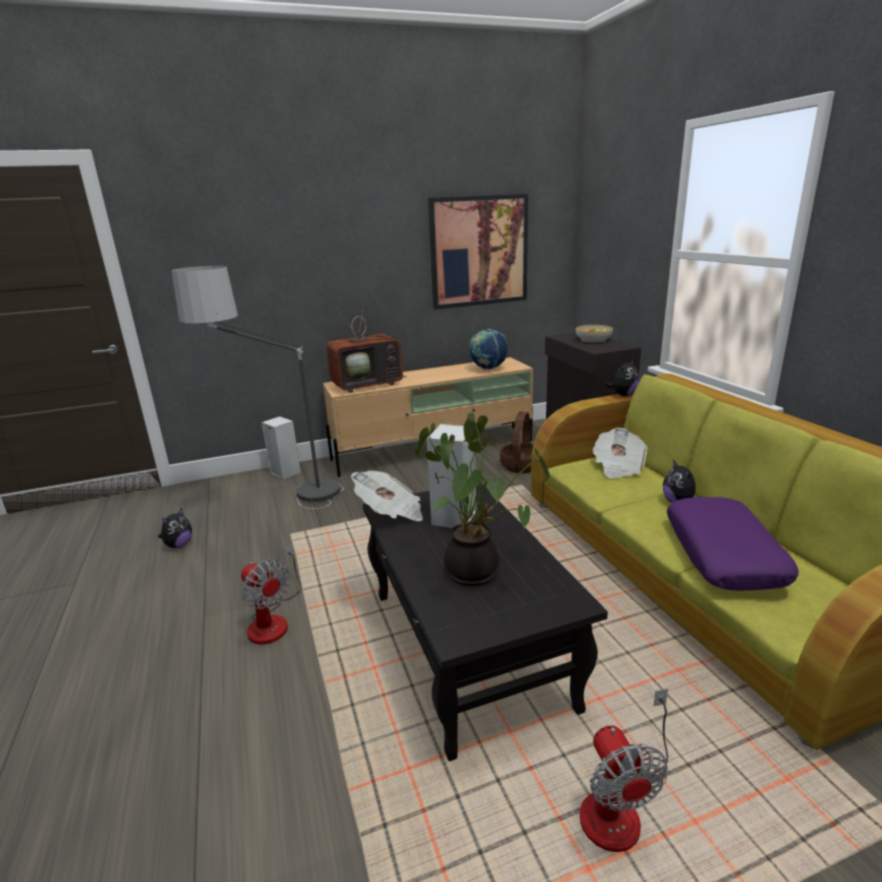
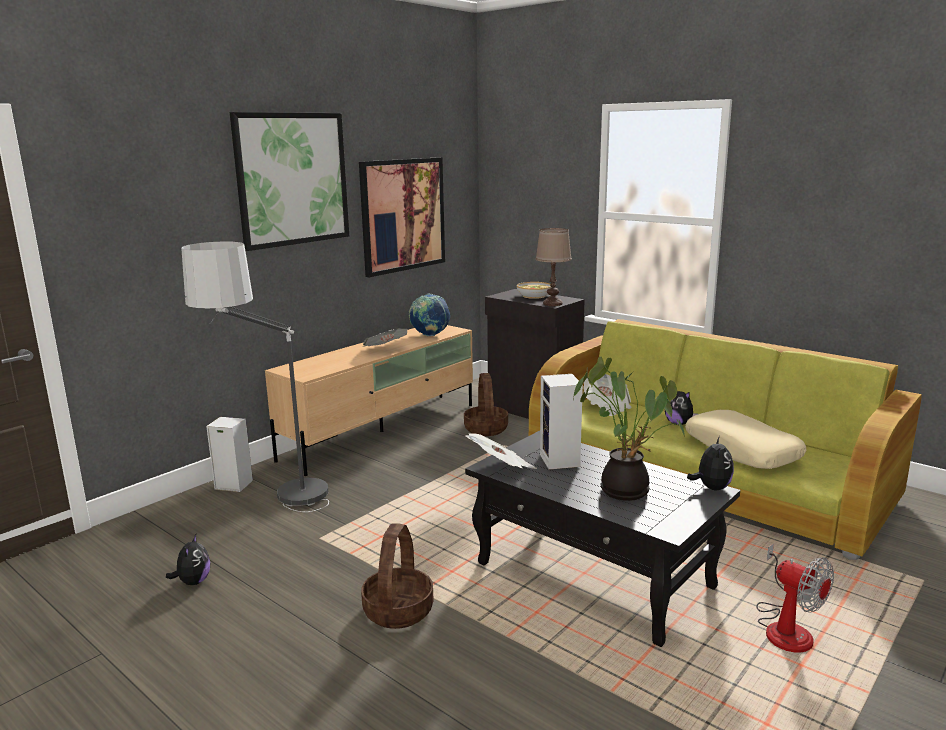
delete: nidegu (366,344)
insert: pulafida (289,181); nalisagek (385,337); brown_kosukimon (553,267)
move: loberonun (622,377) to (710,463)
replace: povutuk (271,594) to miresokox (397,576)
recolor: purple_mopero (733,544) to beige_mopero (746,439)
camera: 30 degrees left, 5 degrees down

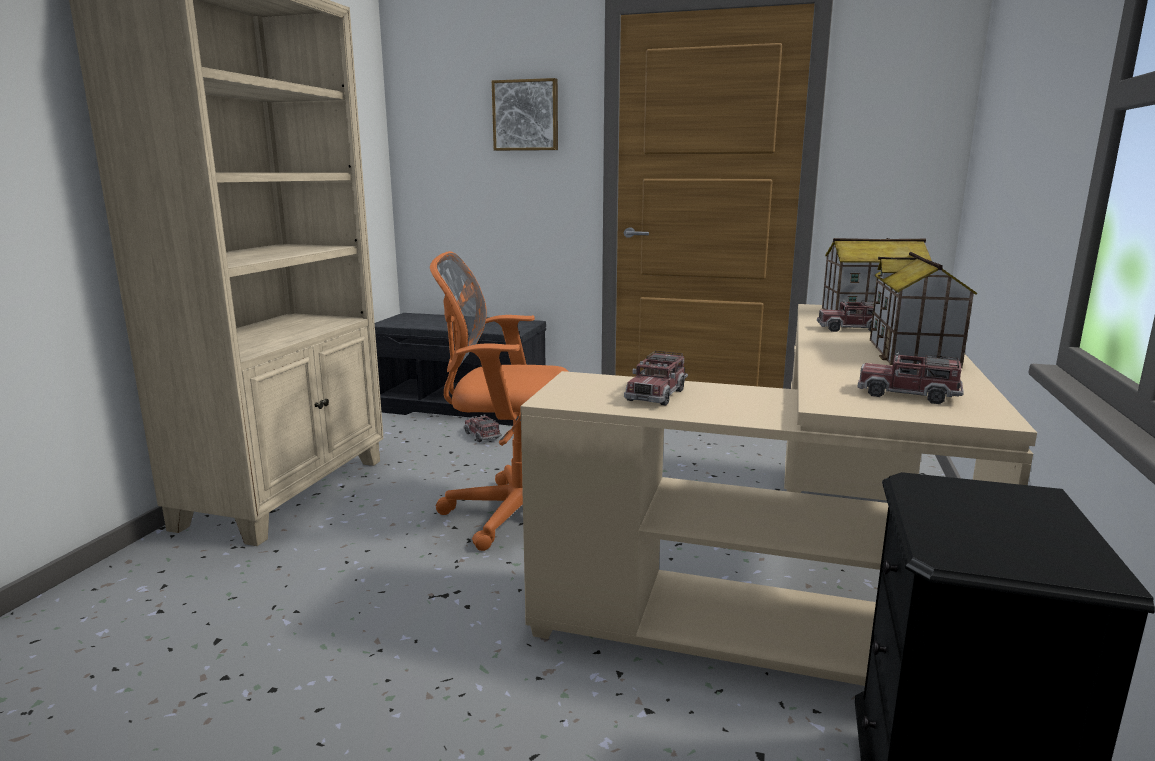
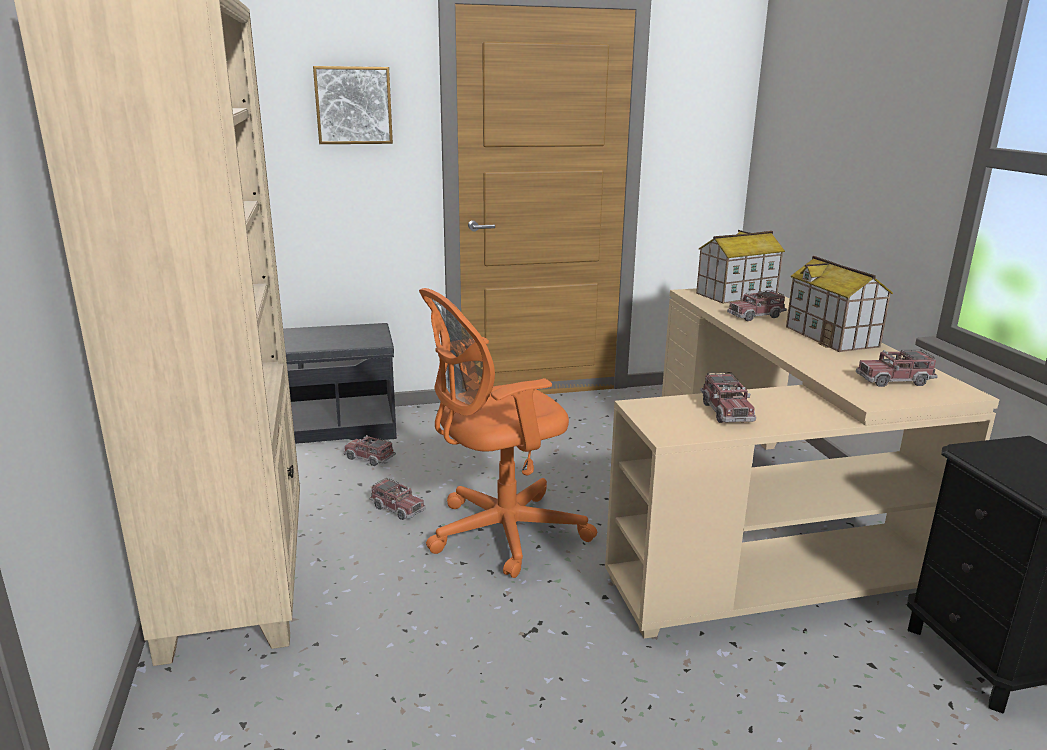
insert: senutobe (397,499)
camera: 30 degrees left, 5 degrees up

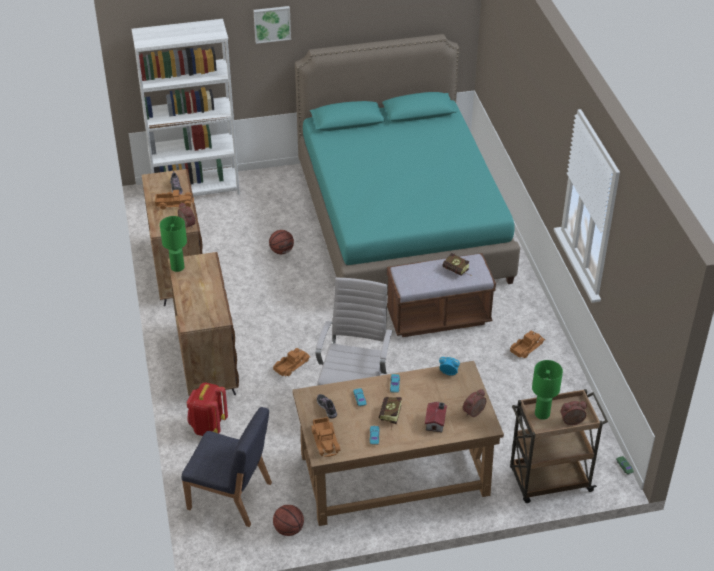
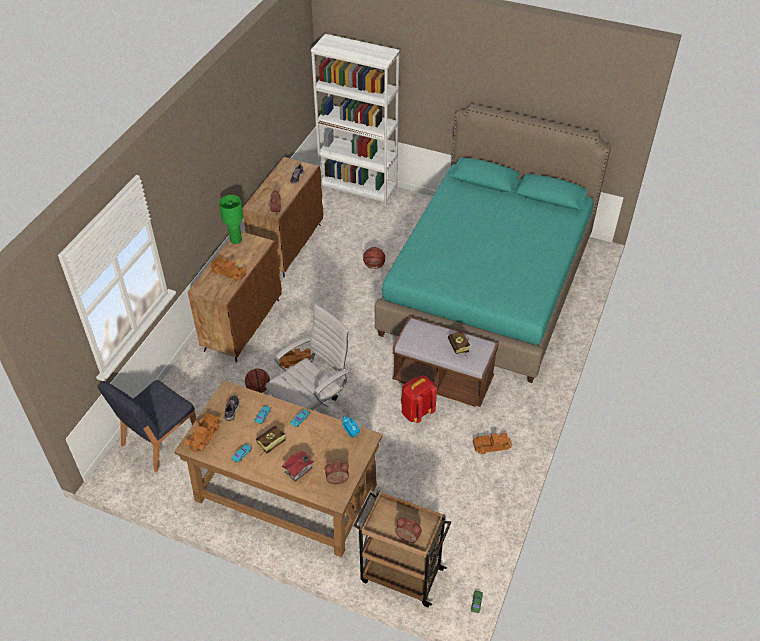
delete: pulafida (272,25); green_kosukimon (547,390)
move: senutobe (174,199) to (228,269); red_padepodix (207,409) to (419,399); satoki (288,520) to (257,380)
rotate: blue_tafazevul (226,467) = (147,426) 75 degrees clockwise
camera: 35 degrees right, 5 degrees up

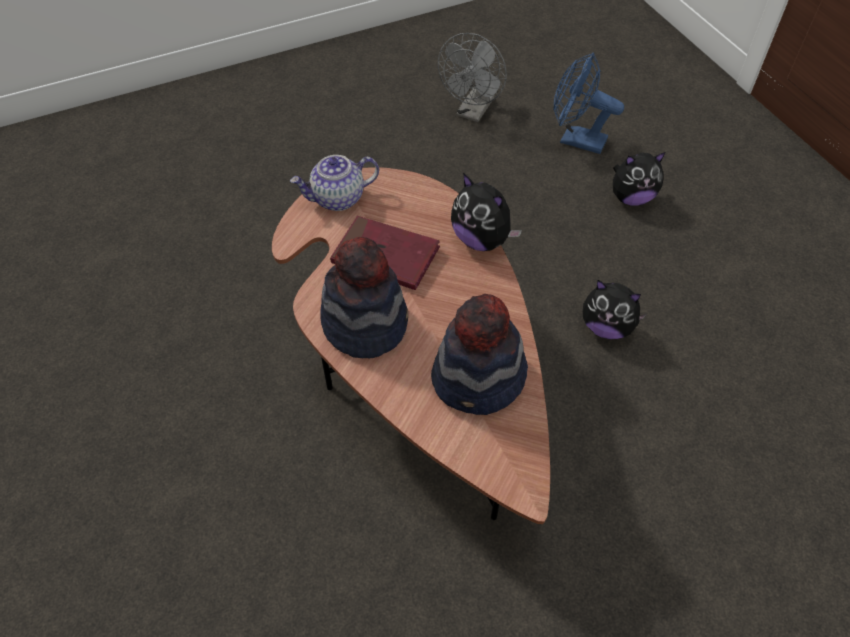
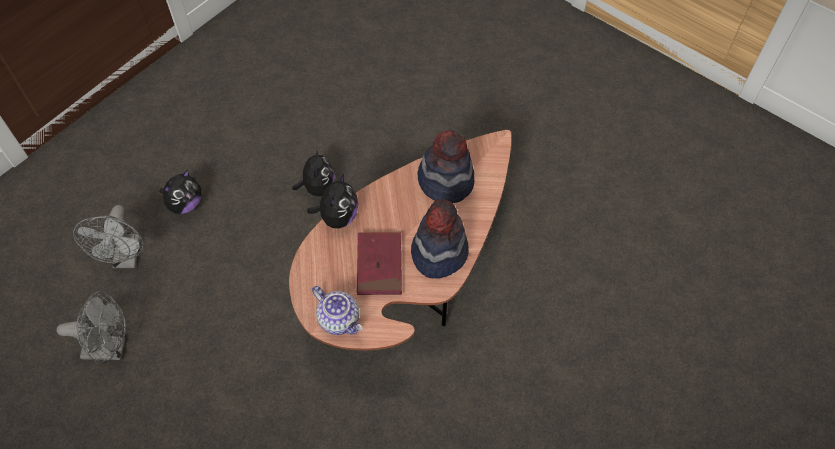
recolor: blue_povutuk (588,103) to grey_povutuk (108,236)
rotate: loberonun (639,179) = (180,191) 75 degrees clockwise
camera: 115 degrees left, 5 degrees up

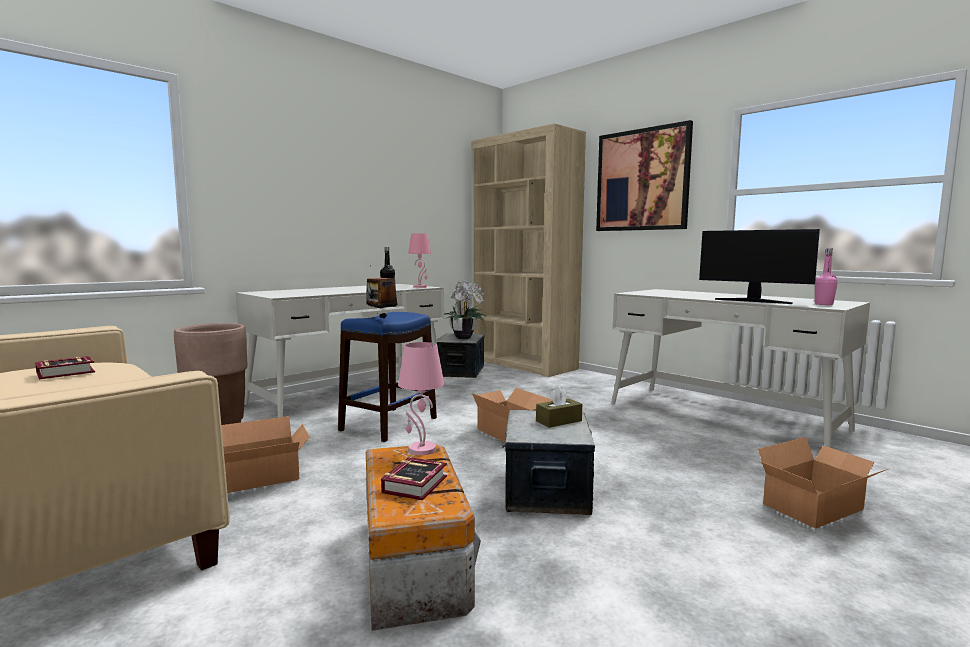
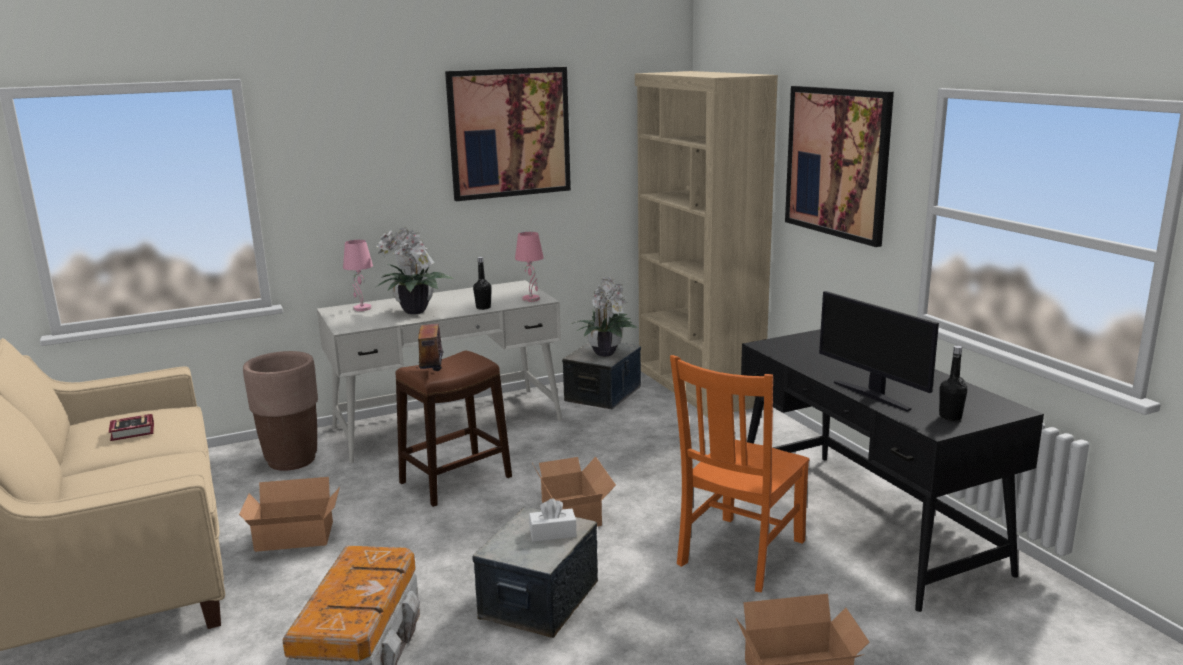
delete: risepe (414,478)
insert: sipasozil (415,270); pulafida (508,134); orange_tafazevul (739,473)
move: pink_kosukimon (421,398) to (358,275)
recolor: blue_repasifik (387,377) to brown_repasifik (453,429); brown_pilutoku (559,407) to white_pilutoku (553,520); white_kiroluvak (740,368) to black_kiroluvak (892,470); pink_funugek (826,276) to black_funugek (953,383)
camera: 20 degrees right, 10 degrees up

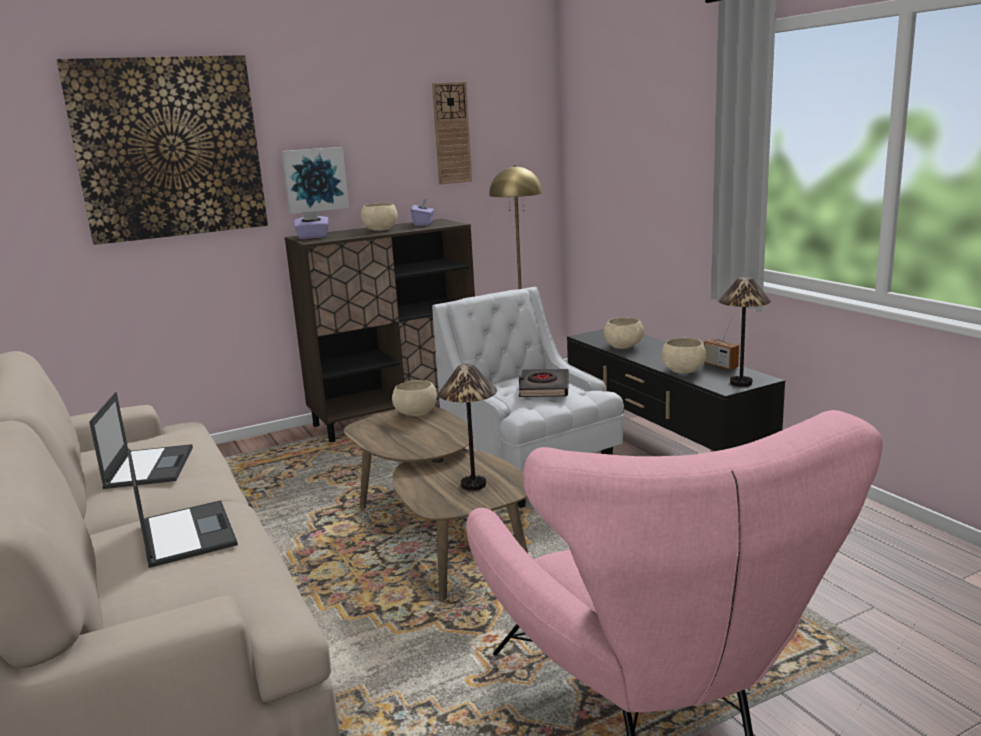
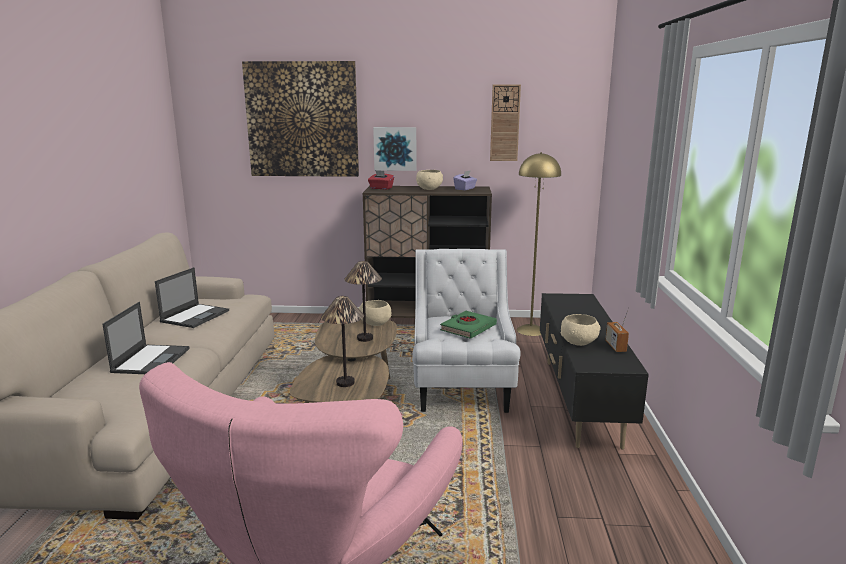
delete: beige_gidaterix (624,333)
move: kosukimon (744,332) to (363,301)
recolor: purple_pilutoku (311,225) to red_pilutoku (381,179); black_risepe (544,383) to green_risepe (468,325)
camera: 30 degrees right, 0 degrees up

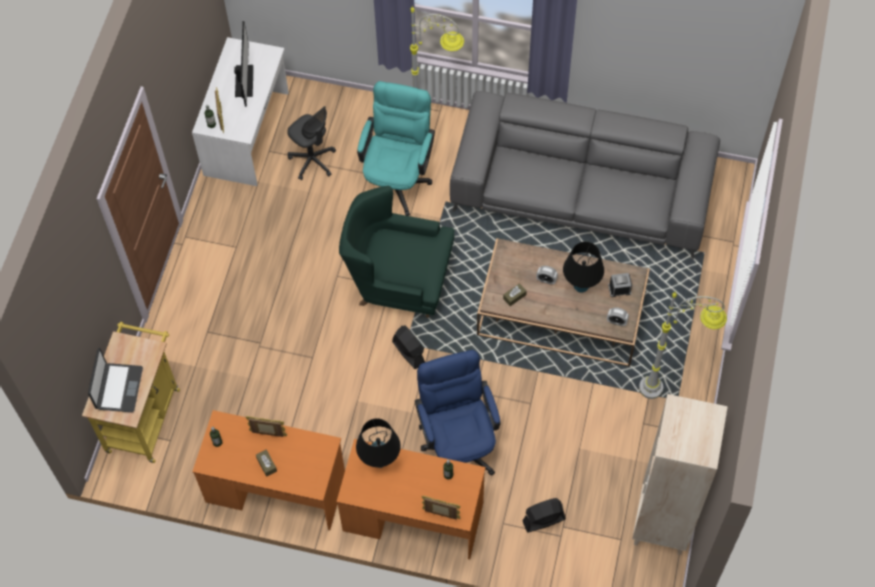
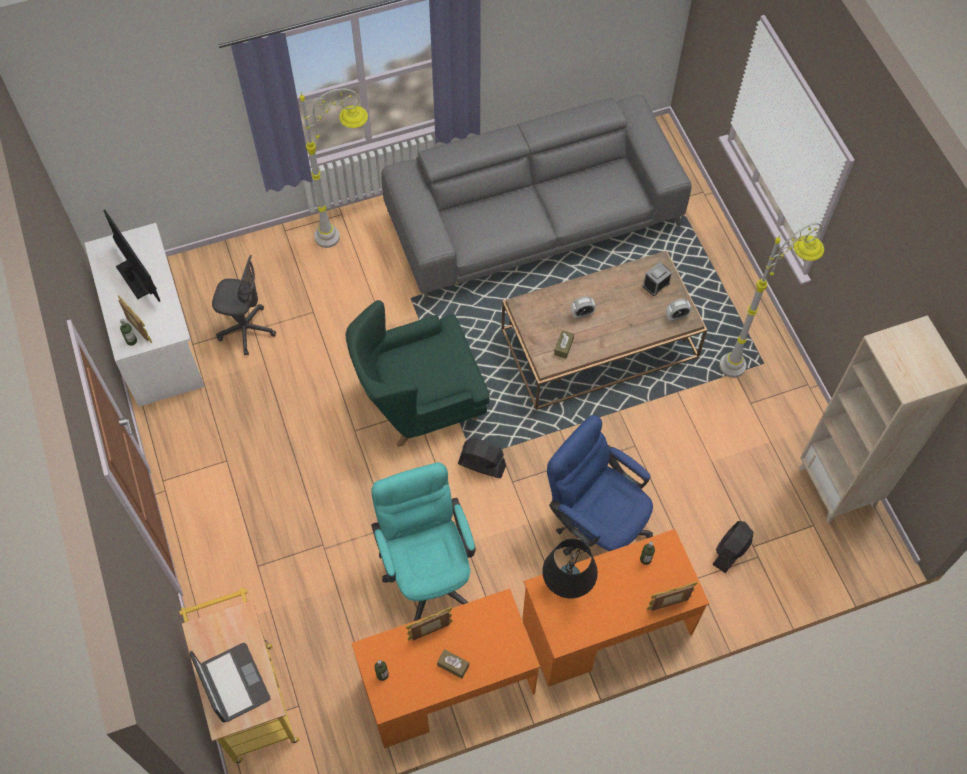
delete: black_kosukimon (583,267)
move: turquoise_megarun (396,148) to (423,541)
camera: 35 degrees left, 0 degrees up

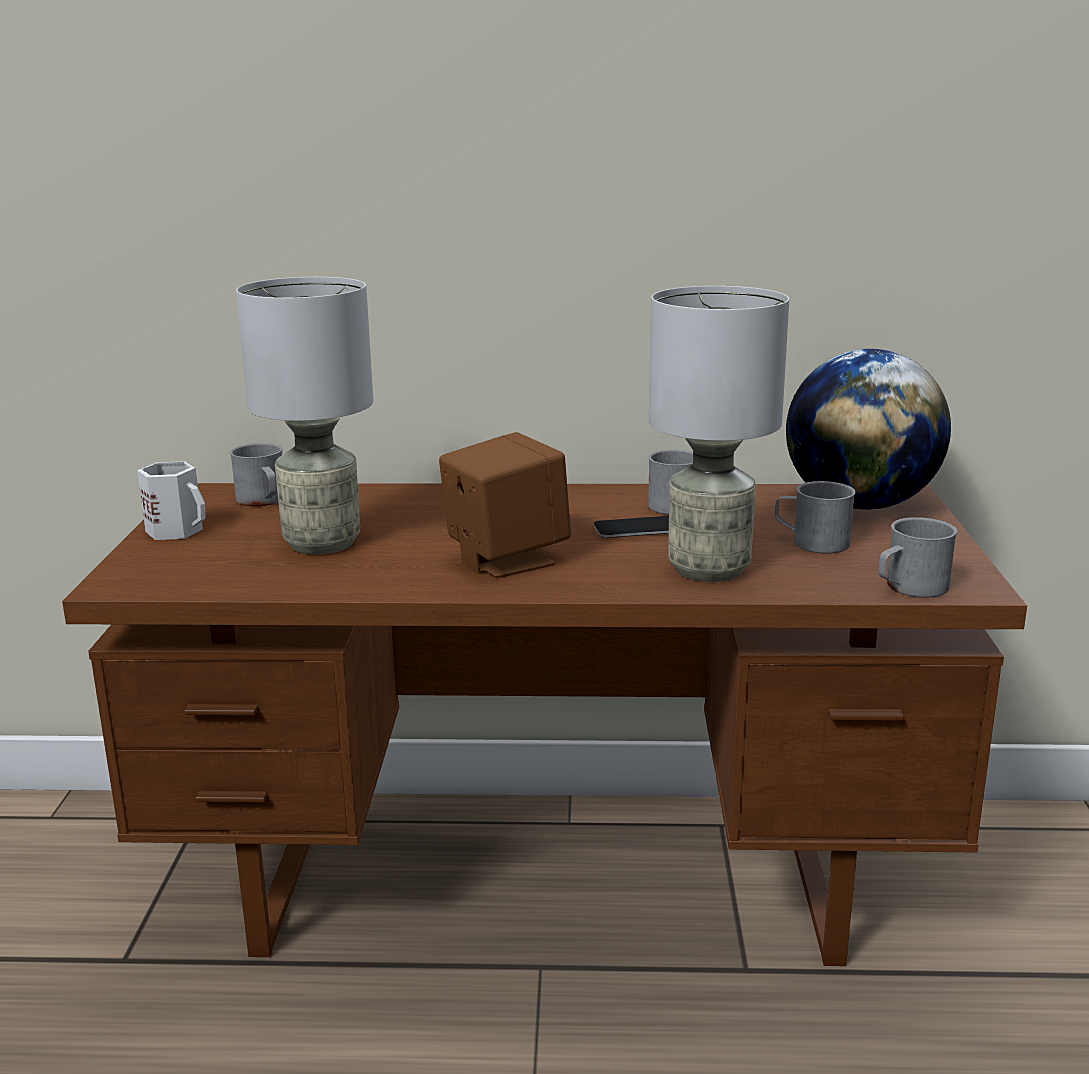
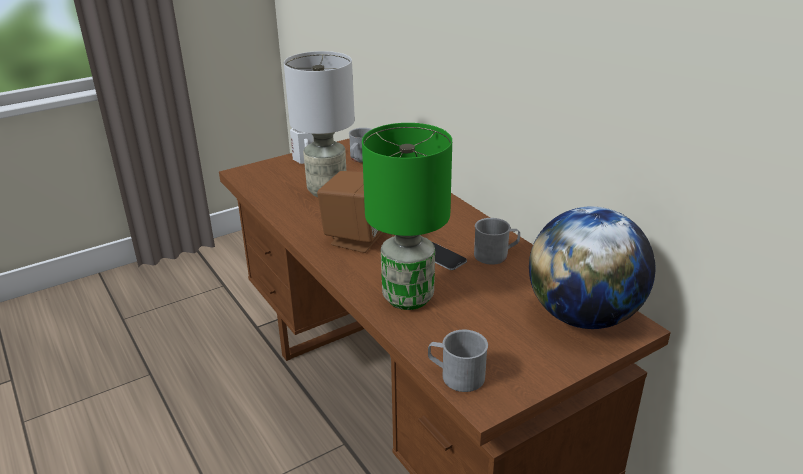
delete: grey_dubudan (815,517)
recolor: grey_kosukimon (719,434) to green_kosukimon (407,216)
camera: 55 degrees right, 10 degrees up

